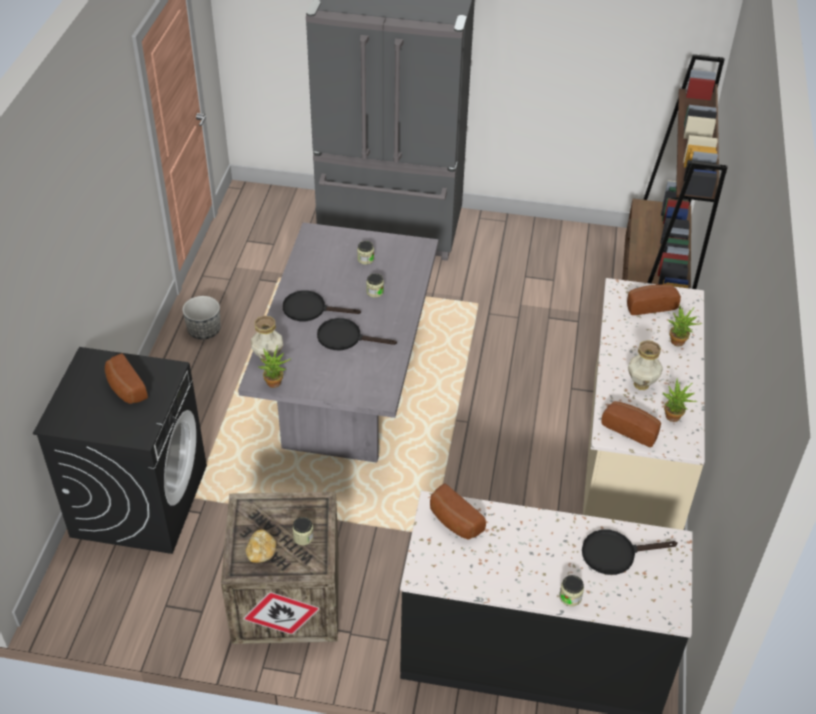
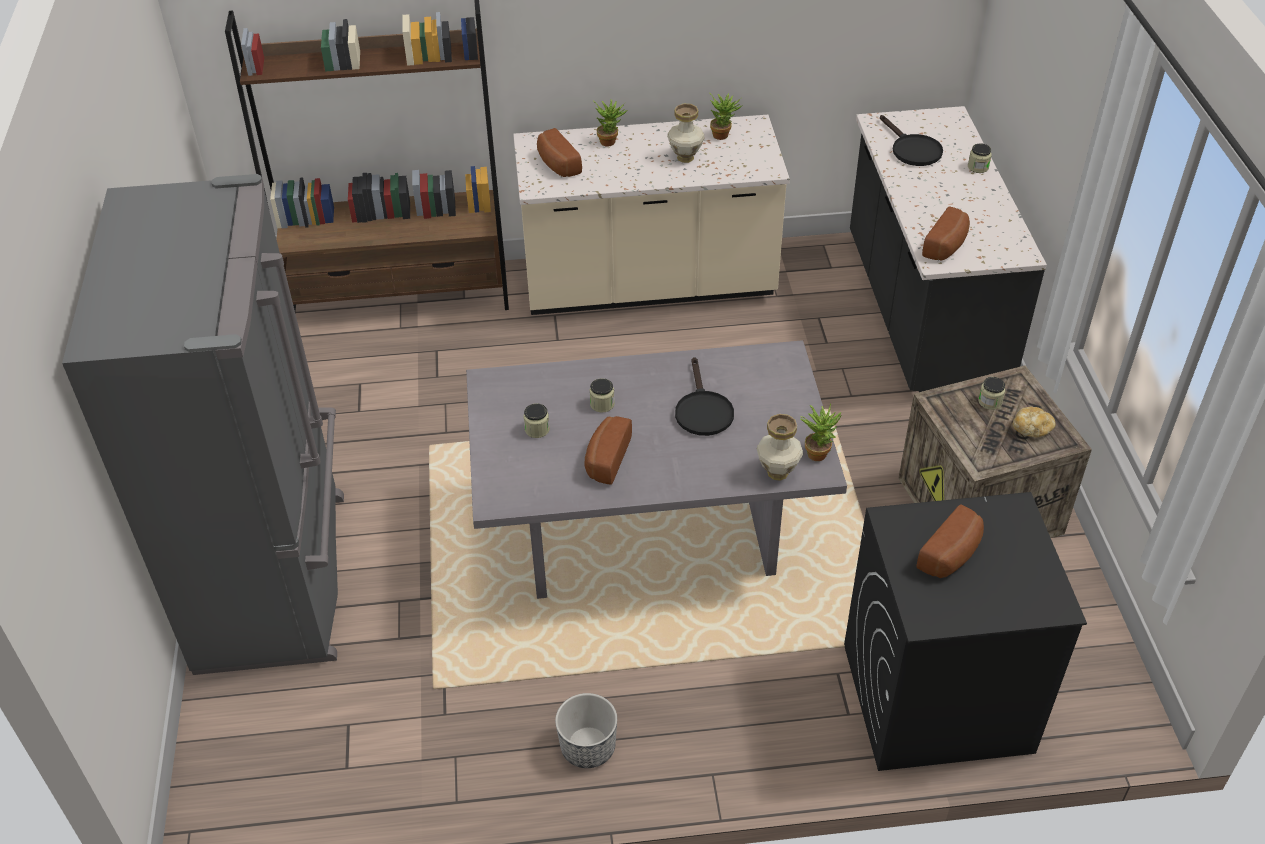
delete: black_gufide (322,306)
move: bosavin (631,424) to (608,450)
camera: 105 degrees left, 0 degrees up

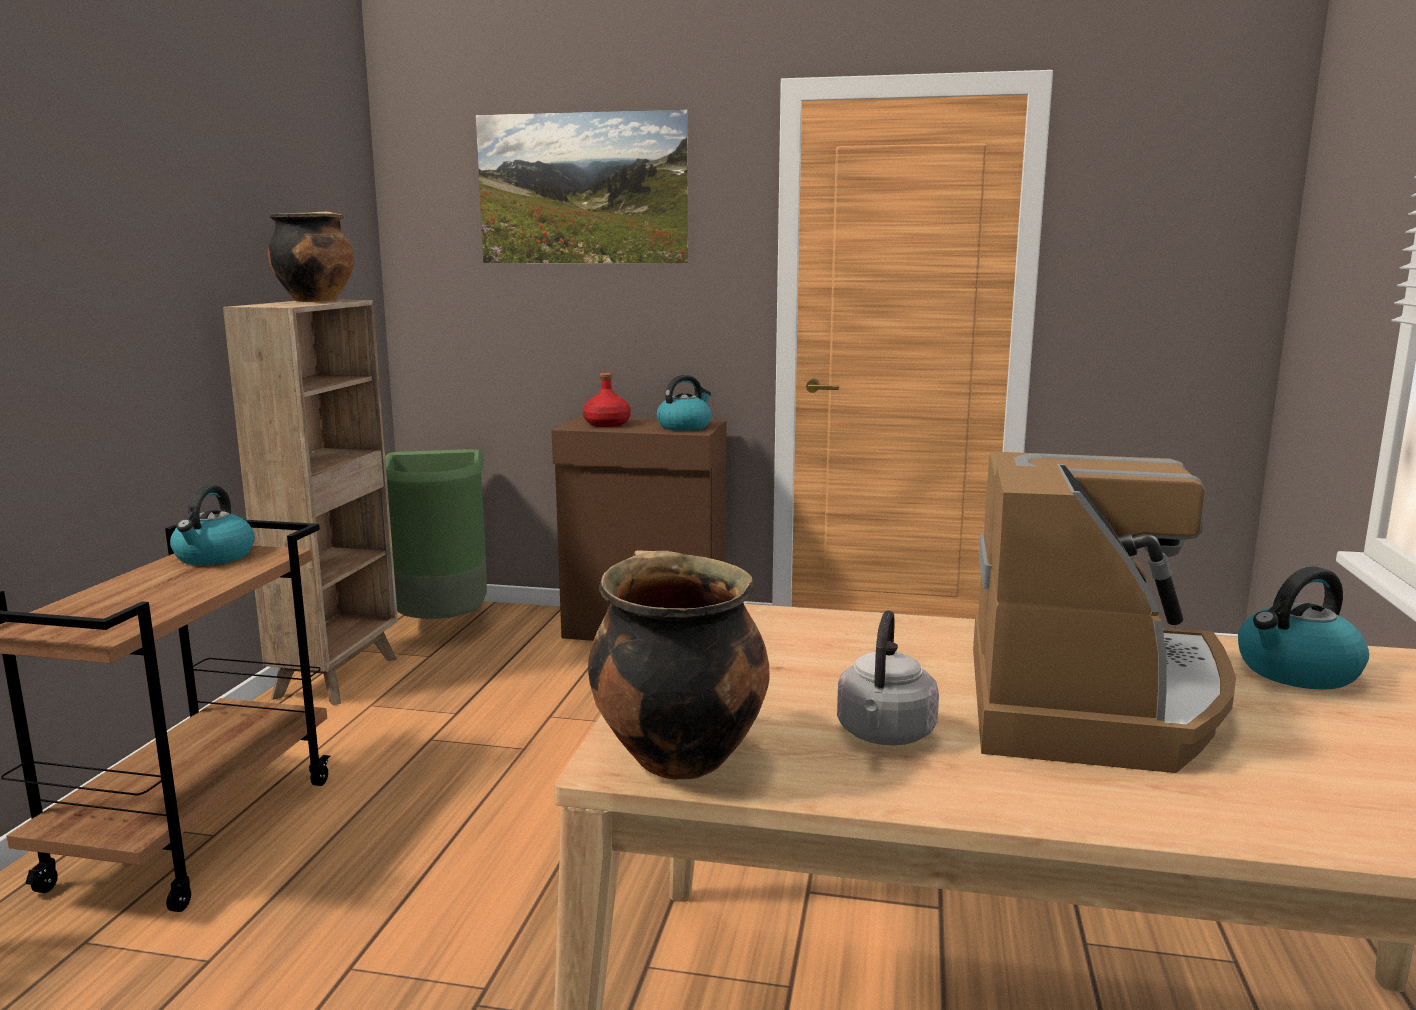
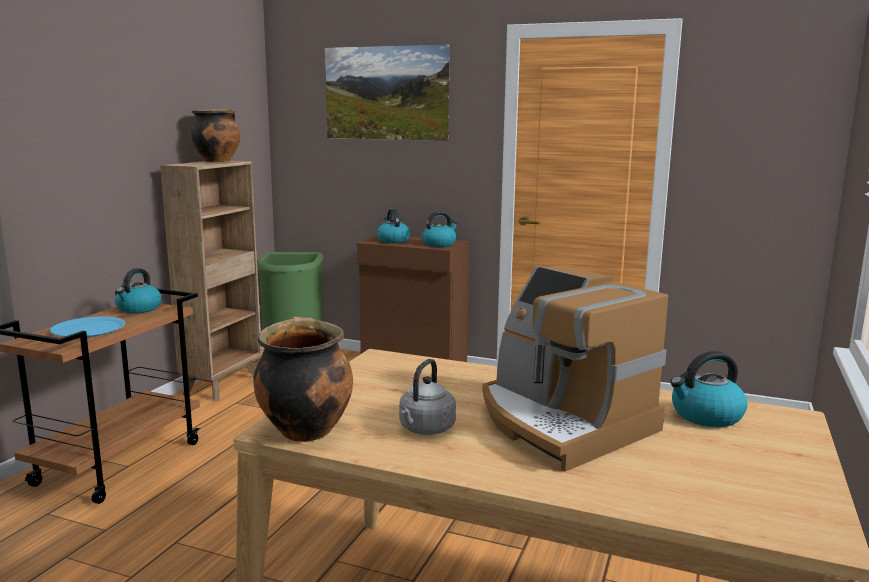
insert: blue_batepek (87,326)
replace: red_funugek (607,400) to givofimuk (393,226)
rotate: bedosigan (1104,612) = (575,368) 120 degrees clockwise
camera: 10 degrees right, 0 degrees up

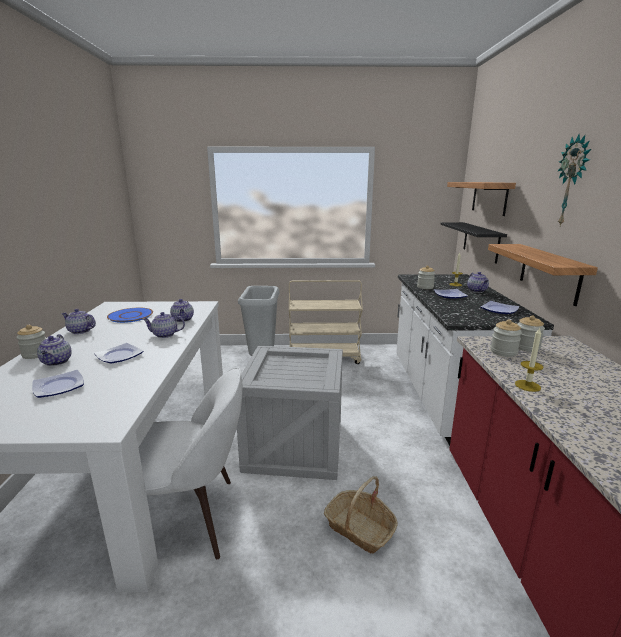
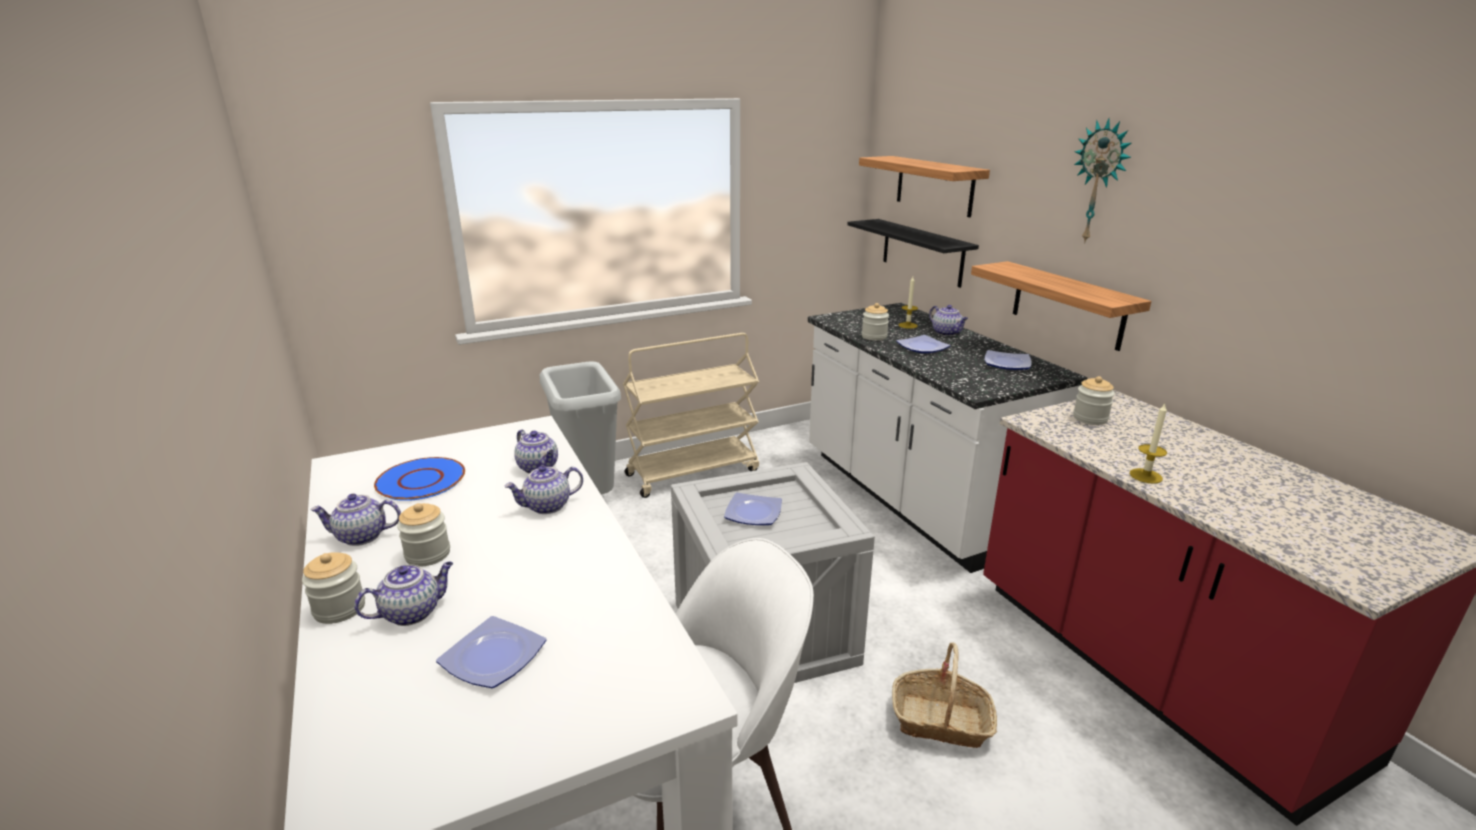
move: batepek (119,353) to (753,509); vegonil (506,338) to (423,535)
rotate: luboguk (54,350) = (403,594) 90 degrees counterclockwise
camera: 25 degrees left, 5 degrees up

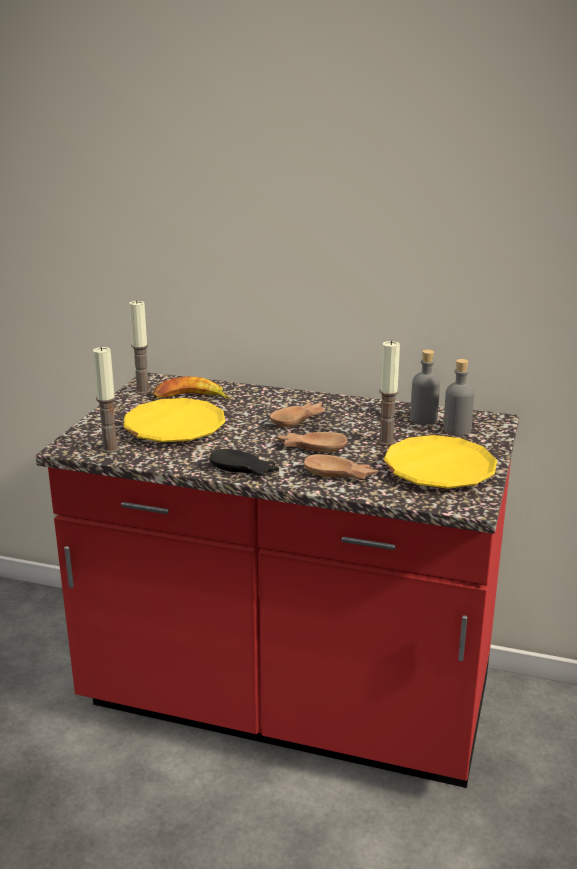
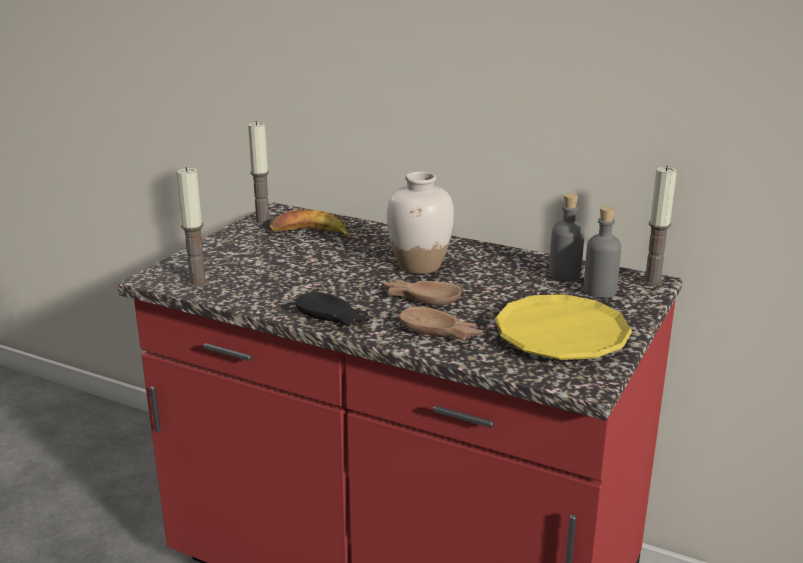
delete: yellow_batepek (174,420)
move: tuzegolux (389,393) to (659,226)
replace: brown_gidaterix (297,414) to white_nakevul (420,223)
camera: 10 degrees right, 0 degrees up

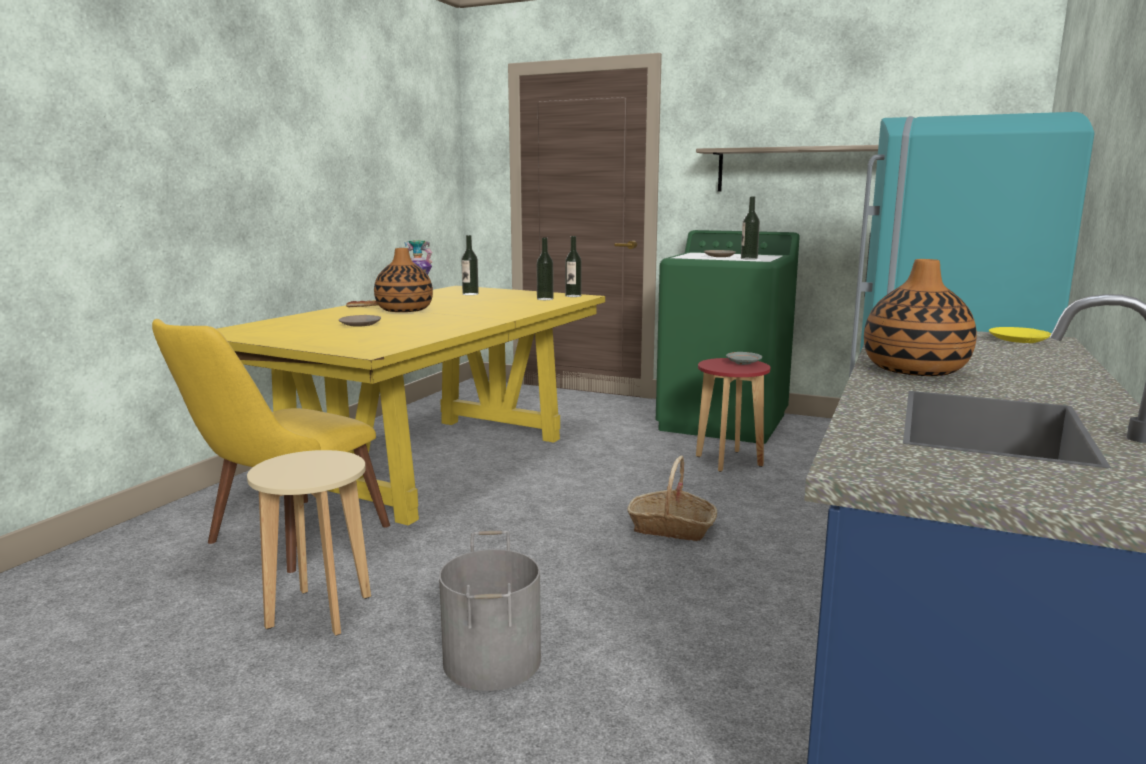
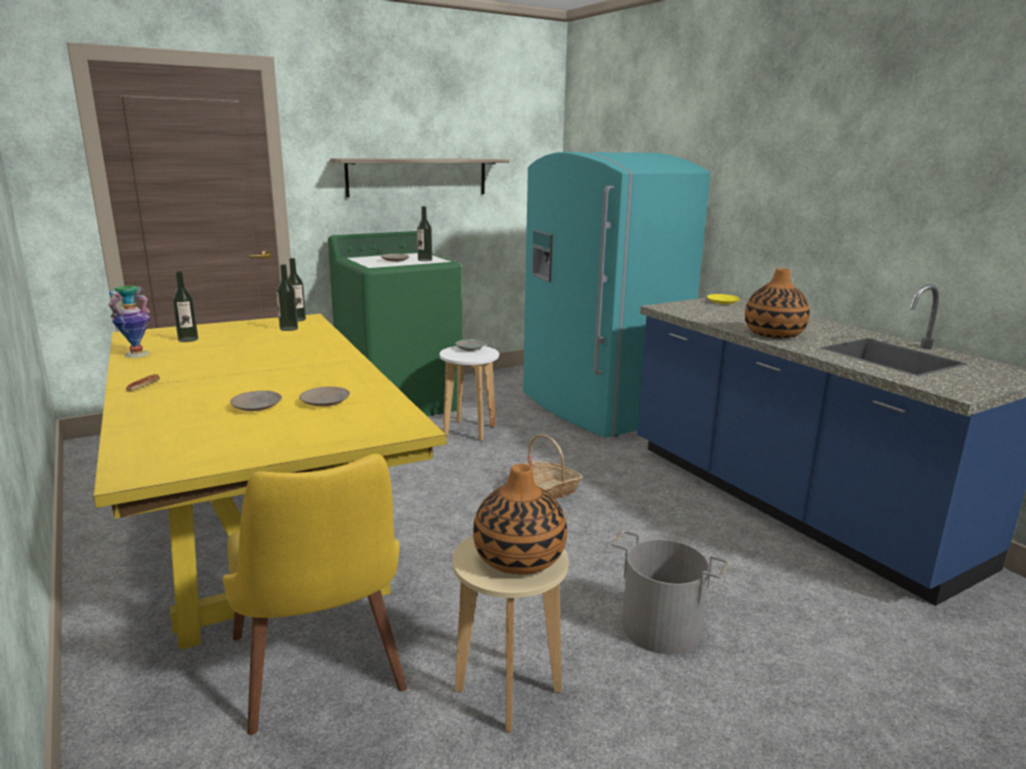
insert: beige_batepek (324,396)
move: nakevul (403,280) to (520,519)
recolor: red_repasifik (733,415) to white_repasifik (469,393)
camera: 55 degrees left, 5 degrees up

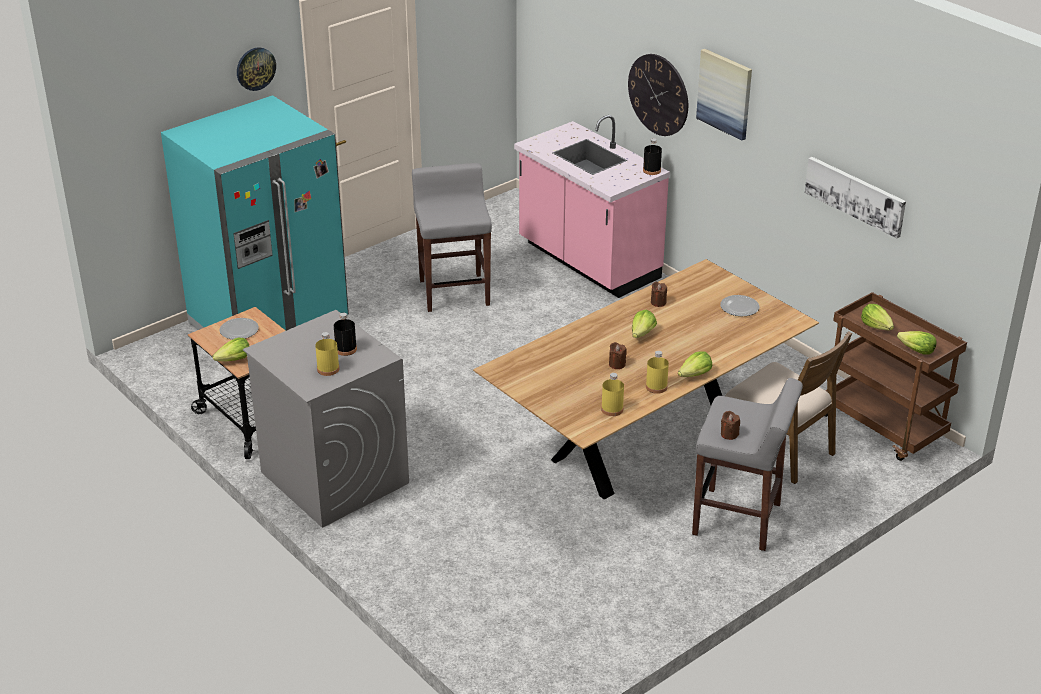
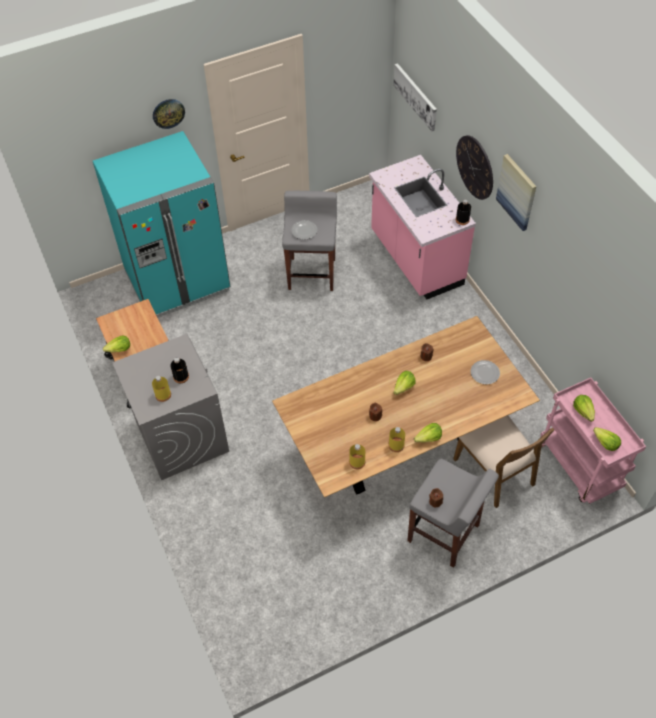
move: batepek (239,328) to (304,230); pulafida (855,197) to (415,97)
recolor: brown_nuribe (896,376) to pink_nuribe (593,441)
camera: 15 degrees right, 20 degrees up

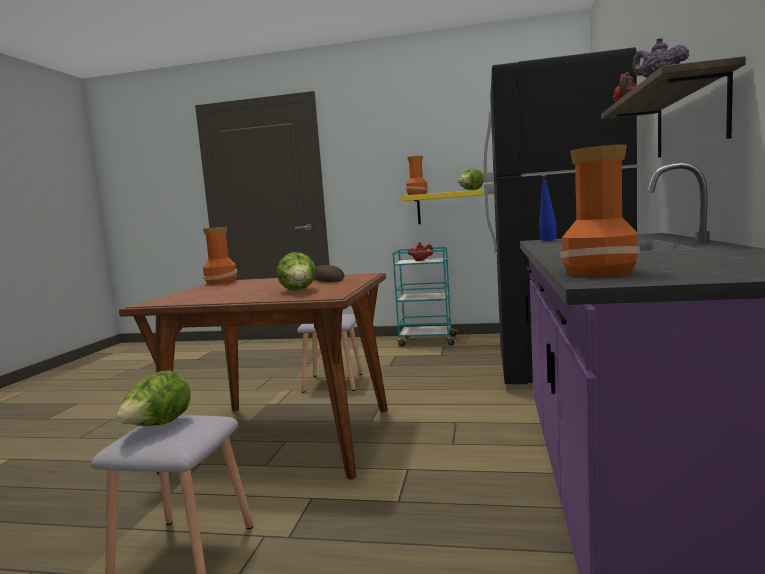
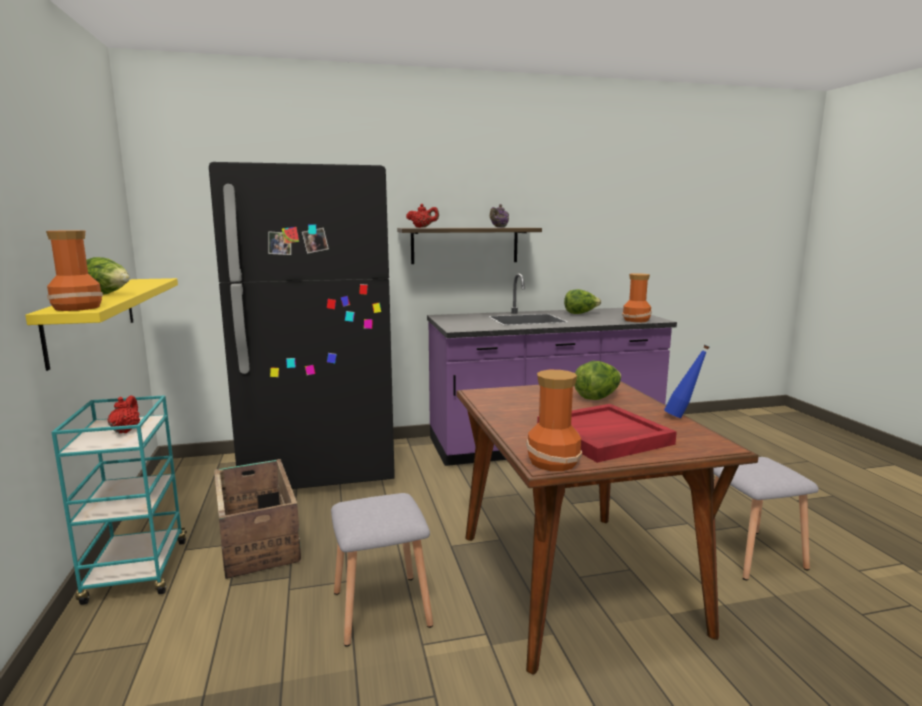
delete: bosavin (329,273)
insert: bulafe (257,519); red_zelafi (607,433)
move: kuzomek (153,398) to (582,301); blue_funugek (548,207) to (686,381)
camera: 115 degrees left, 5 degrees up

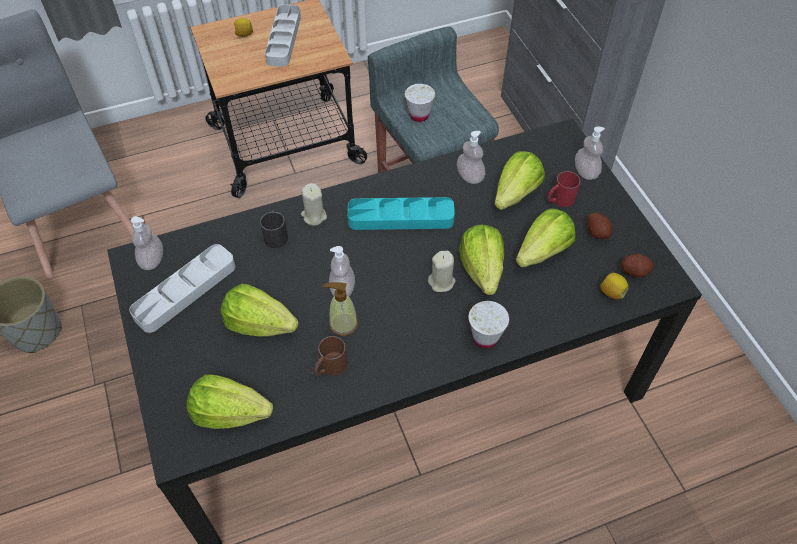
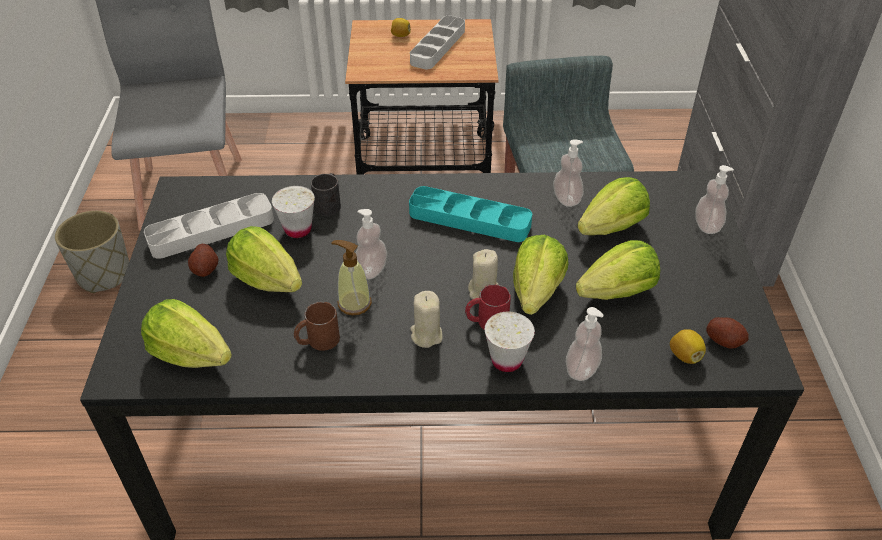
move: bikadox (147,243) to (585,344); beige_tuzegolux (314,204) to (426,319); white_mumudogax (420,103) to (293,212); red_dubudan (563,189) to (488,307); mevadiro (599,225) to (203,260)
camera: 20 degrees right, 10 degrees down

